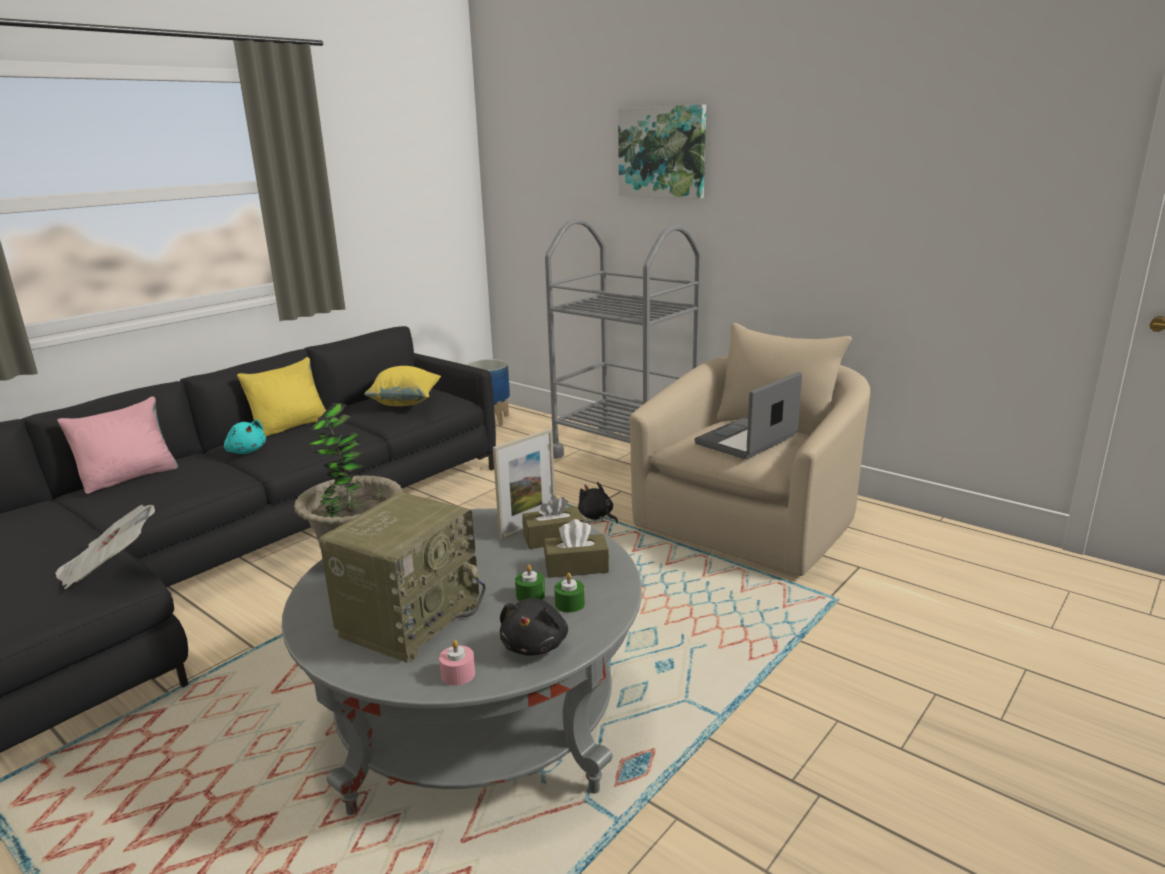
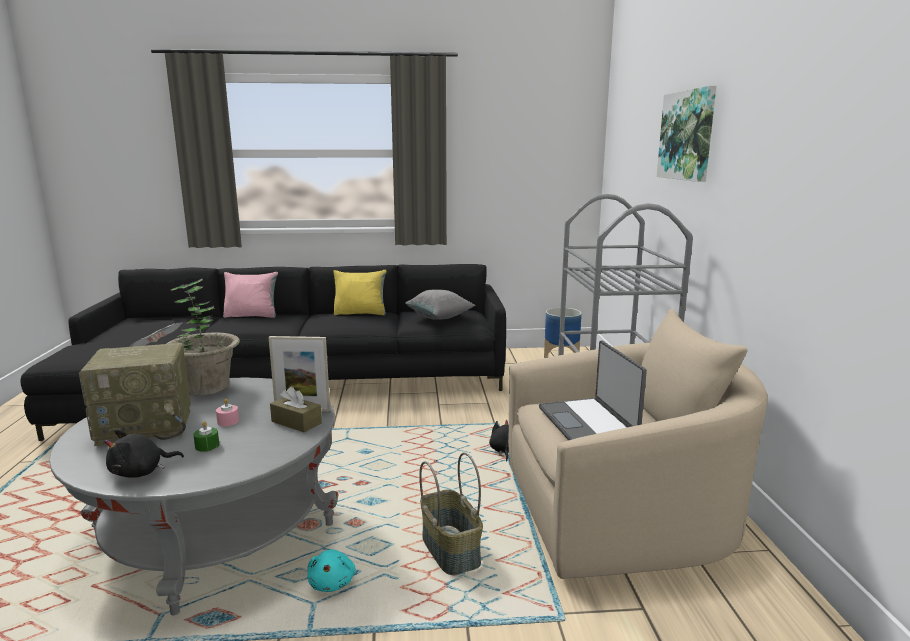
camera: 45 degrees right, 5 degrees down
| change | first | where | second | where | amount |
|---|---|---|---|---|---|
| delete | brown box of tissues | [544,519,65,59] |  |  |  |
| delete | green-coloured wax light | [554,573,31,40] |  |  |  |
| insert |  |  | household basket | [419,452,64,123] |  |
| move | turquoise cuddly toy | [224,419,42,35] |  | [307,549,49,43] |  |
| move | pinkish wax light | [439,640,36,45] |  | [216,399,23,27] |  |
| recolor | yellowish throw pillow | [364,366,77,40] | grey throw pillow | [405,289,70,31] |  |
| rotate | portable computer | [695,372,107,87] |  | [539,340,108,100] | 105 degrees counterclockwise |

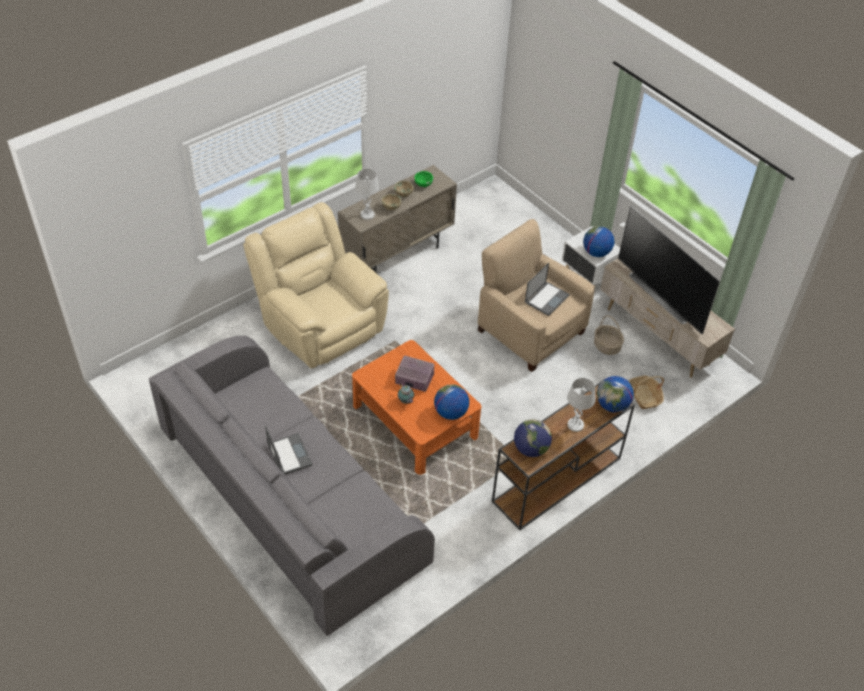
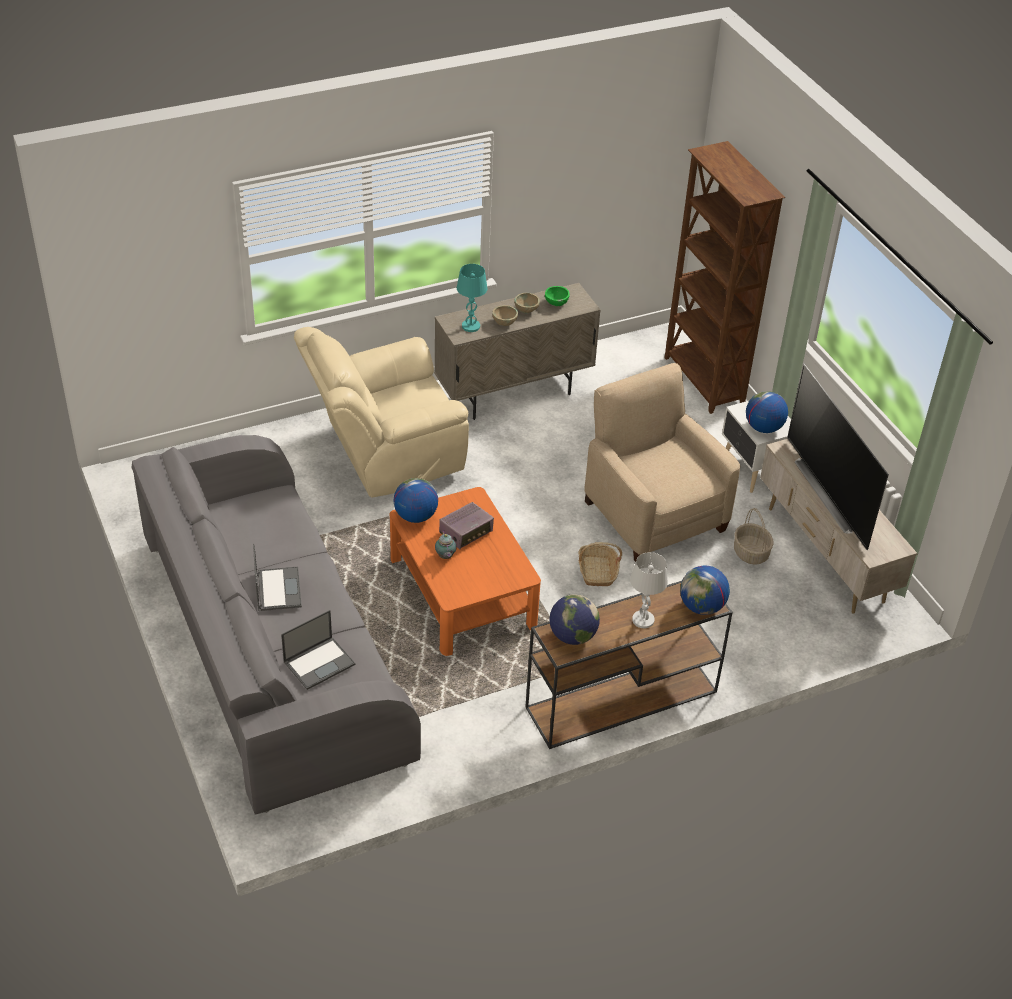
camera: 15 degrees right, 5 degrees down
| change | first | where | second | where | amount |
|---|---|---|---|---|---|
| insert |  |  | brown bookcase | [665,141,120,273] |  |
| move | world globe | [434,384,35,36] |  | [393,478,45,45] |  |
| move | portable computer | [525,263,45,53] |  | [281,610,74,80] |  |
| move | household basket | [629,375,35,34] |  | [578,542,44,44] |  |
| recolor | white-coloured table lamp | [355,169,24,51] | turquoise table lamp | [457,264,31,68] |  |
| rotate | beige-coloured lounge chair | [243,202,146,167] |  | [294,327,175,171] | 90 degrees counterclockwise |
| rotate | radio receiver | [395,356,39,36] |  | [439,502,55,47] | 105 degrees clockwise |

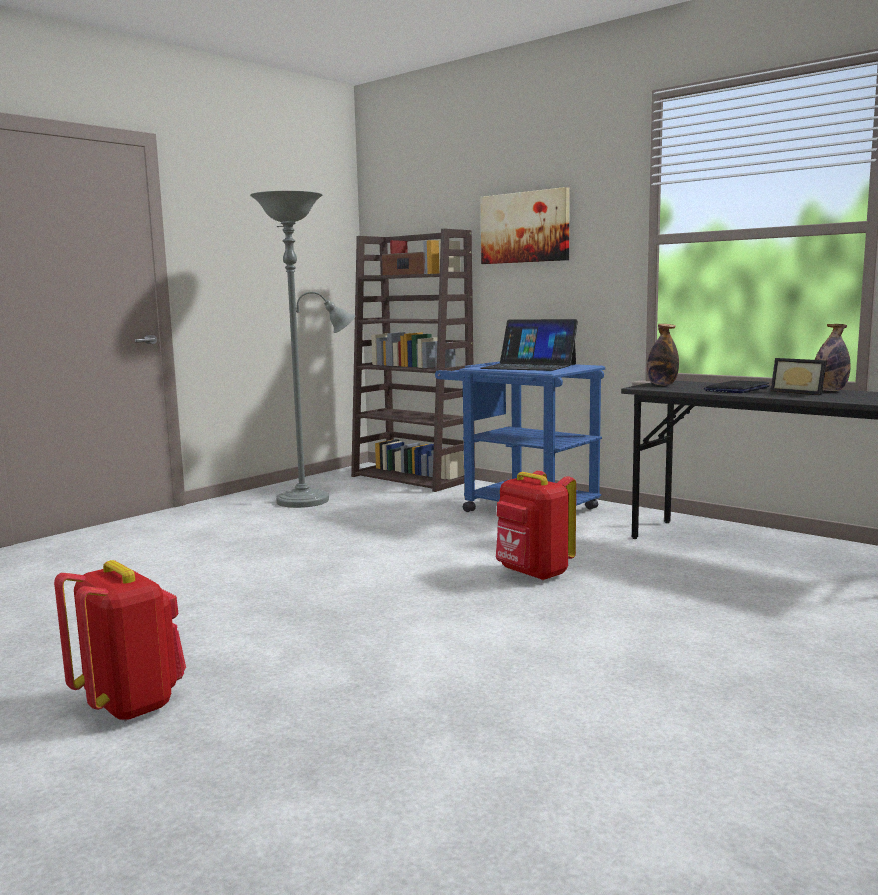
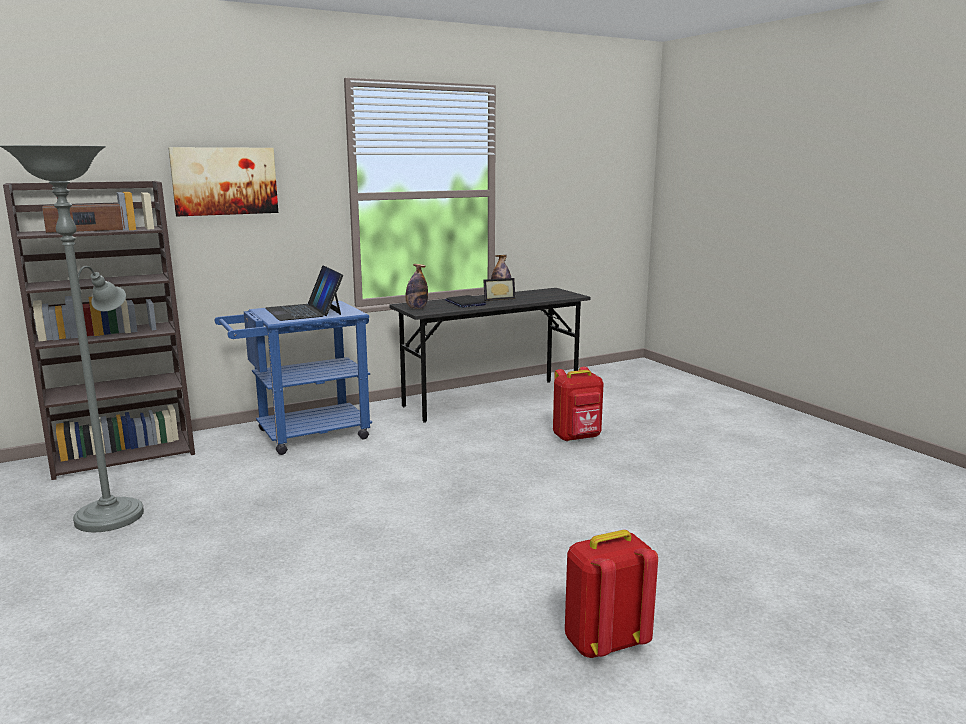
camera: 70 degrees left, 5 degrees up
| change | first | where | second | where | amount |
|---|---|---|---|---|---|
| move | red-coloured rucksack | [496,471,80,110] |  | [553,367,51,75] |  |
| rotate | portable computer | [480,319,98,52] |  | [265,266,78,55] | 105 degrees clockwise |

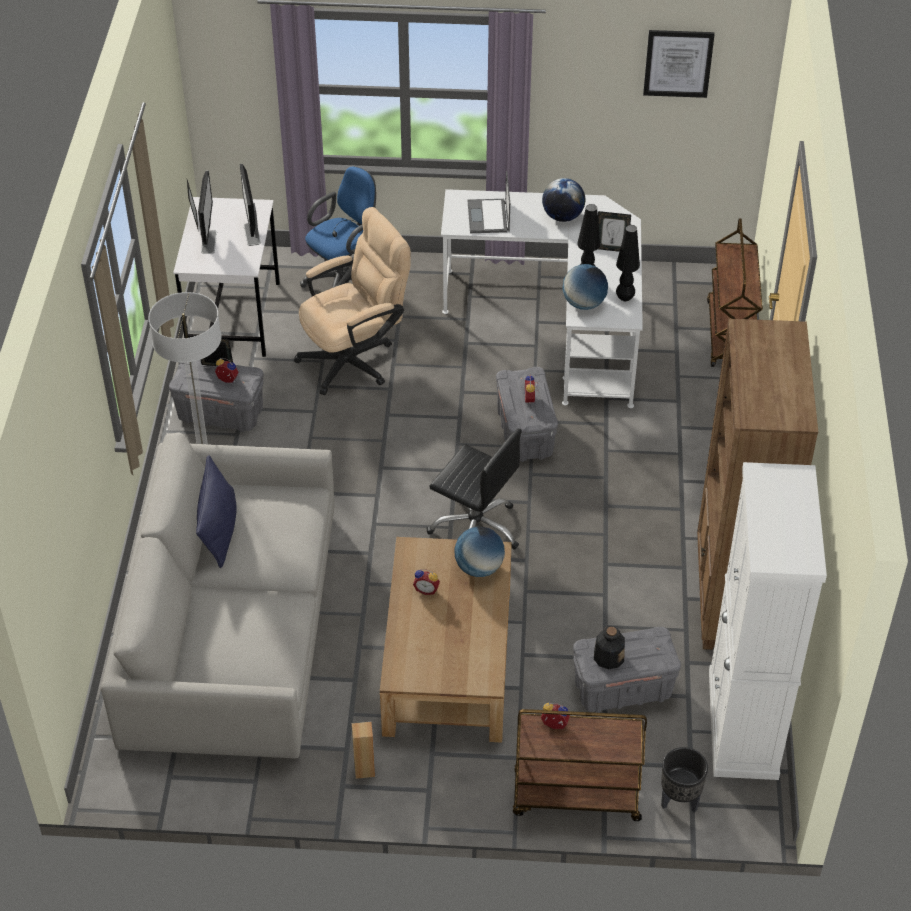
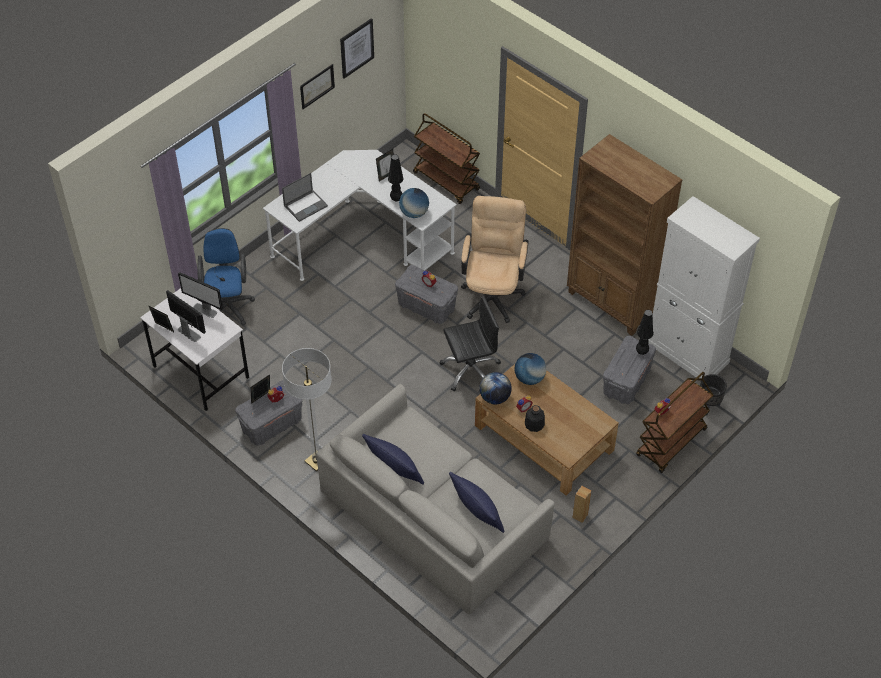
camera: 50 degrees left, 5 degrees up
| change | first | where | second | where | amount |
|---|---|---|---|---|---|
| insert |  |  | wall art | [300,64,35,45] |  |
| insert |  |  | blue-coloured throw pillow | [449,472,55,61] |  |
| move | beige-coloured office chair | [294,207,117,188] |  | [461,196,68,127] |  |
| move | world globe | [542,178,43,44] |  | [479,372,33,32] |  |
| move | drink bottle | [594,626,31,43] |  | [525,405,20,27] |  |
| move | black table lamp | [616,225,24,76] |  | [636,310,17,45] |  |
| rotate | portable computer | [468,171,42,62] |  | [282,173,46,49] | 75 degrees counterclockwise |

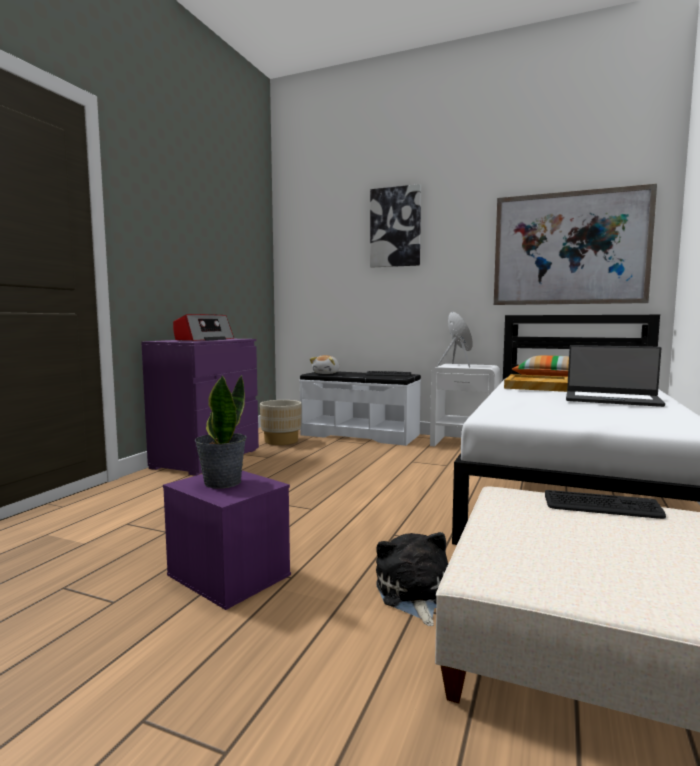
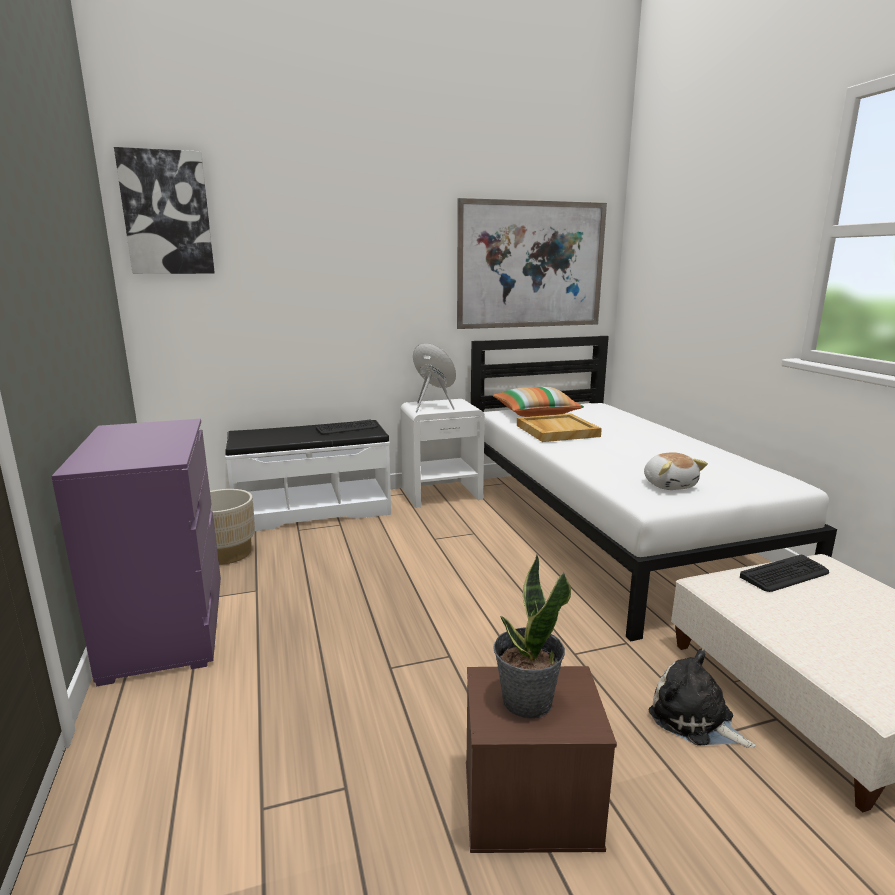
camera: 40 degrees left, 10 degrees up
| change | first | where | second | where | amount |
|---|---|---|---|---|---|
| delete | radio receiver | [173,314,61,27] |  |  |  |
| delete | portable computer | [566,345,99,62] |  |  |  |
| move | cuddly toy | [309,355,31,19] |  | [644,452,64,38] |  |
| move | wall art | [370,184,51,83] |  | [114,147,101,127] |  |
| recolor | purple-coloured storage box | [163,471,128,139] | brown storage box | [466,666,151,187] |  |

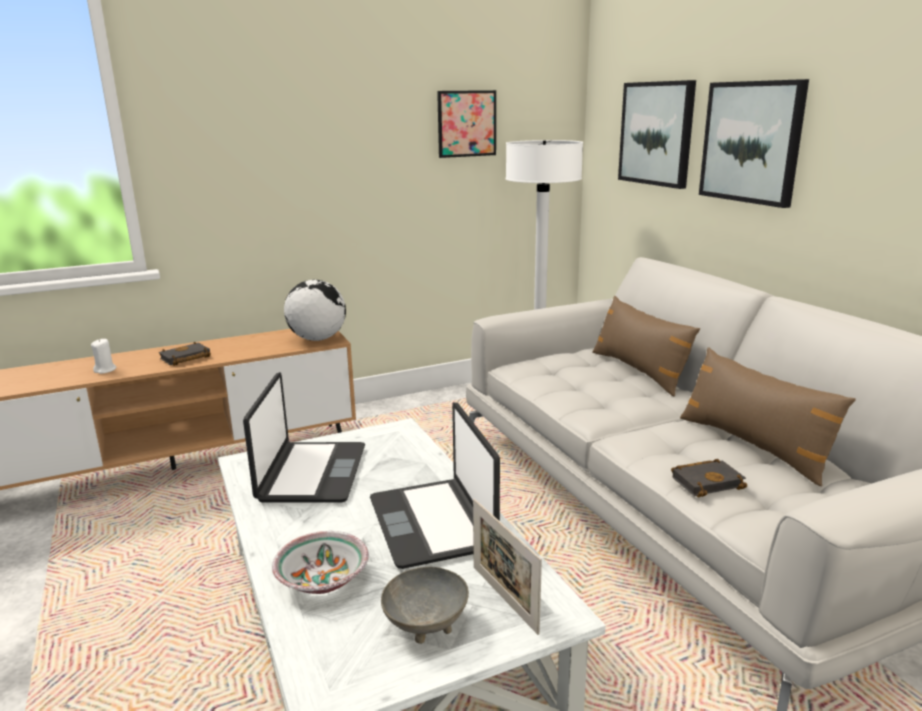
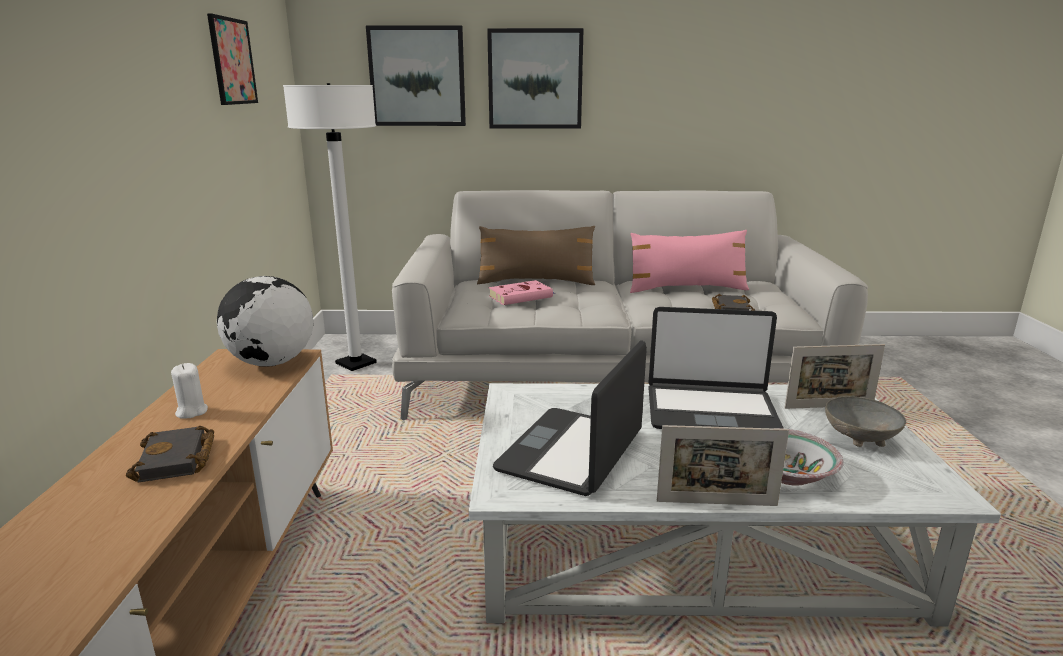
camera: 65 degrees left, 0 degrees up
| change | first | where | second | where | amount |
|---|---|---|---|---|---|
| insert |  |  | pinkish bound book | [489,280,65,25] |  |
| insert |  |  | standing frame | [657,425,132,81] |  |
| move | white-coloured wax light | [91,339,25,35] |  | [171,363,37,55] |  |
| recolor | brown throw pillow | [680,347,176,139] | pinkish throw pillow | [630,230,119,63] |  |
| rotate | portable computer | [243,372,122,130] |  | [493,340,154,156] | 90 degrees counterclockwise |

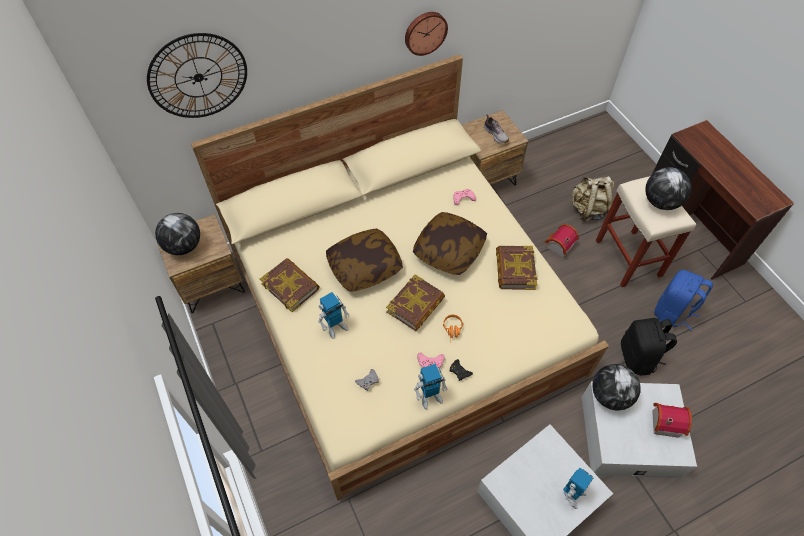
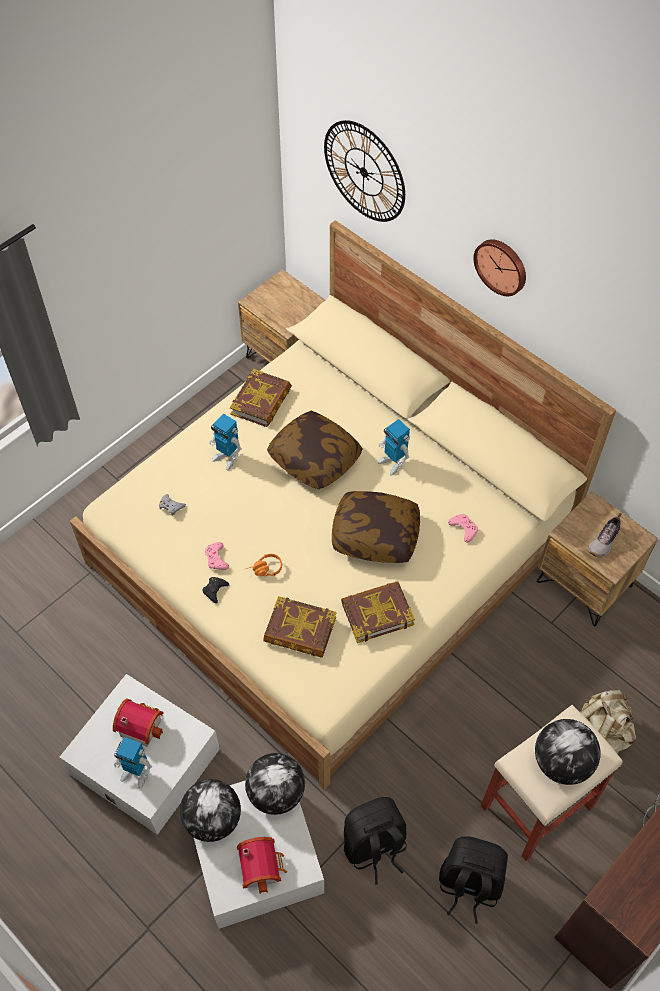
camera: 70 degrees right, 0 degrees up
| change | first | where | second | where | amount |
|---|---|---|---|---|---|
| move | world globe | [155,213,45,42] |  | [180,779,61,63] |  |
| move | bound book | [386,274,59,57] |  | [263,596,74,62] |  |
| move | clock on the wall | [405,12,43,44] |  | [473,239,53,57] |  |
| move | robot figure | [414,363,34,46] |  | [378,419,32,57] |  |
| move | toy house | [544,224,35,34] |  | [113,698,51,49] |  |
| recolor | blue-coloured rucksack | [654,270,59,60] | black rucksack | [439,836,69,88] |  |

